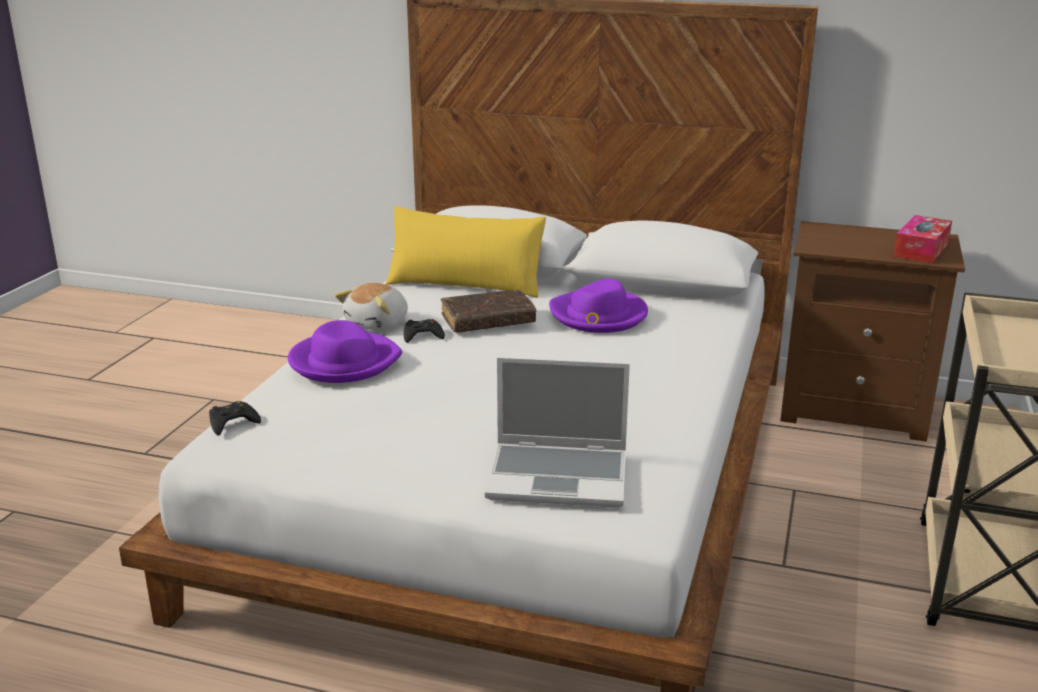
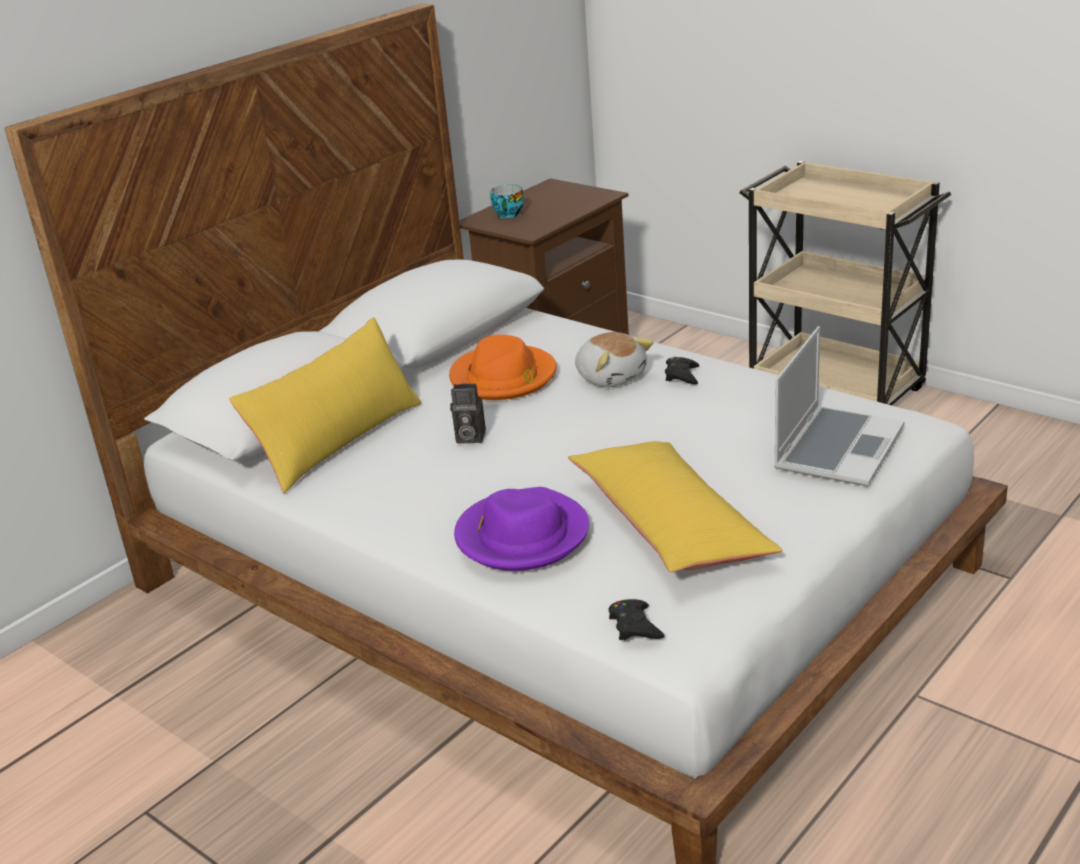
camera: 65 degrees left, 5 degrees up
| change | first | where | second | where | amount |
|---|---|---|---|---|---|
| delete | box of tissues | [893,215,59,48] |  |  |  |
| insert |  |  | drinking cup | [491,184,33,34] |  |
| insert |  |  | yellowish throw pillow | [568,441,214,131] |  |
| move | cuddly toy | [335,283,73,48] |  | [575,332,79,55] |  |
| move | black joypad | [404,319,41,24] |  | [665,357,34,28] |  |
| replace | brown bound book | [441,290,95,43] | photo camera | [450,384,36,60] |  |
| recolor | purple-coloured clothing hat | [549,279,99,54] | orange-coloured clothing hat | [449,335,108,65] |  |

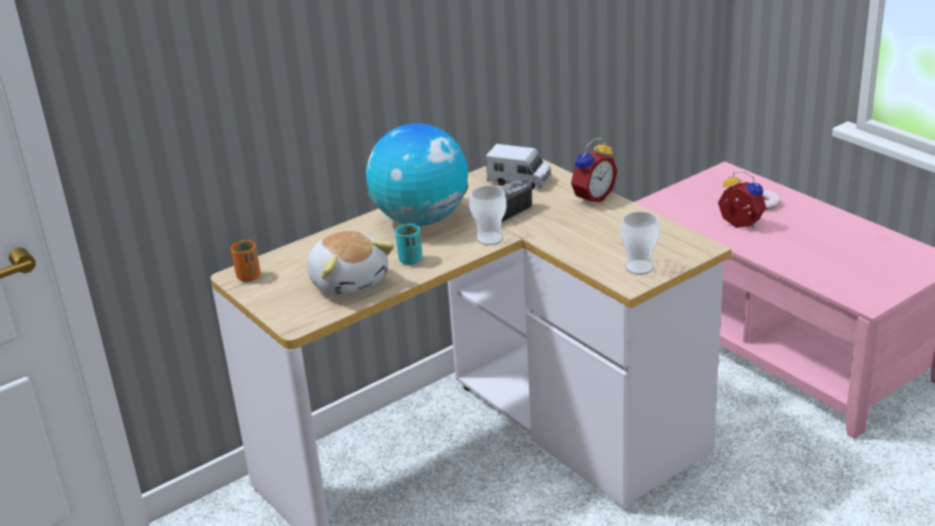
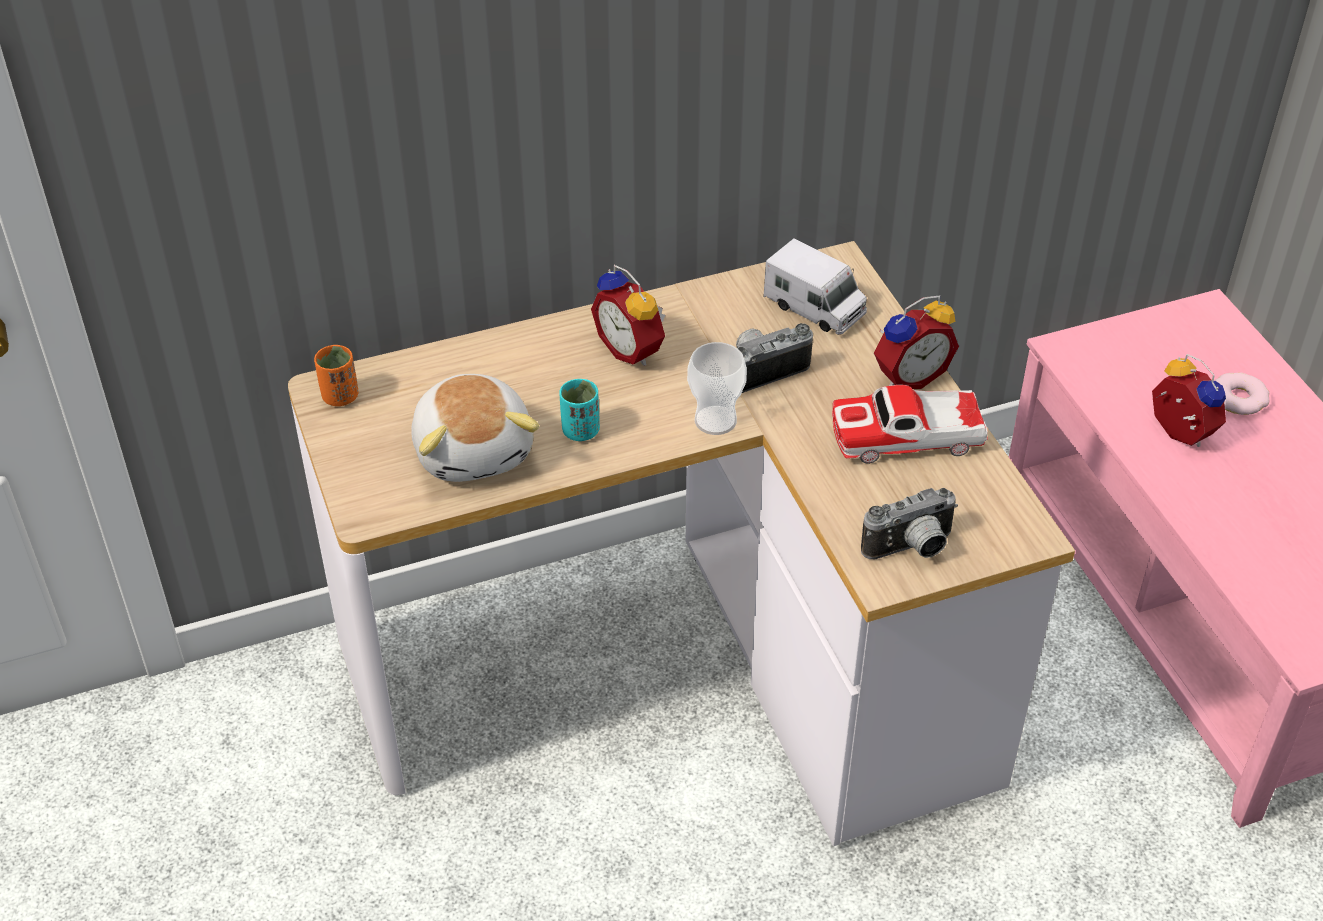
camera: 15 degrees right, 15 degrees up
| change | first | where | second | where | amount |
|---|---|---|---|---|---|
| insert |  |  | model car | [832,385,156,79] |  |
| replace | world globe | [366,123,102,103] | bedside clock | [591,265,74,101] |  |
| replace | drinking cup | [620,211,40,64] | photo camera | [861,488,97,71] |  |

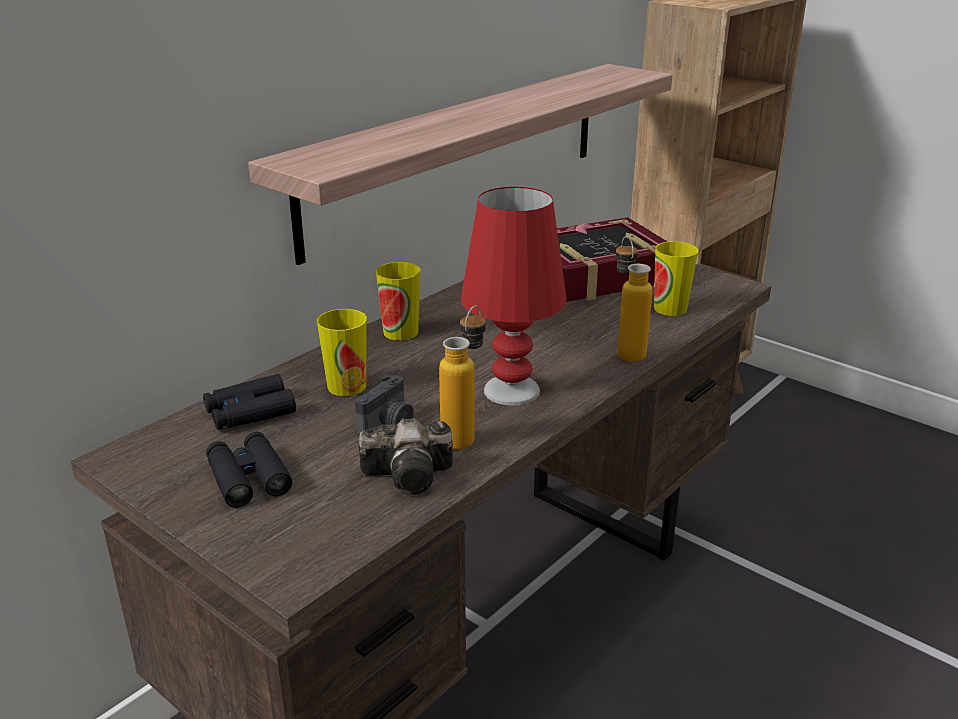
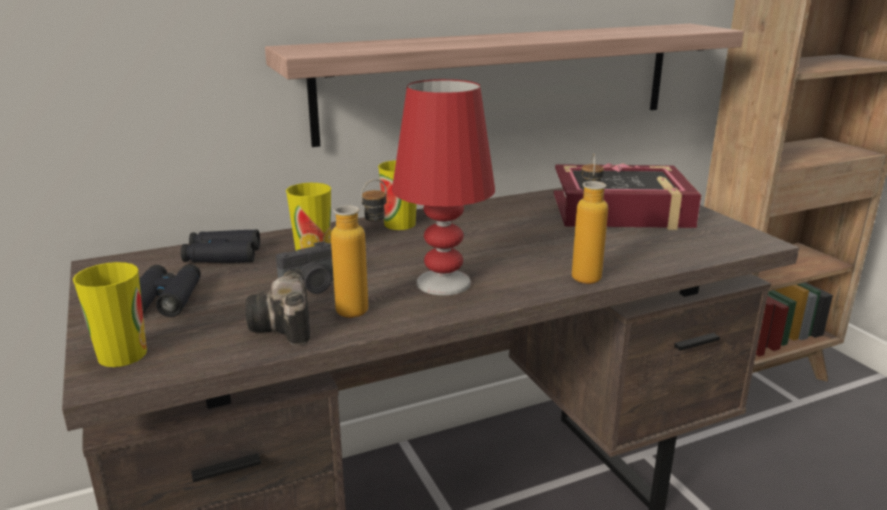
camera: 25 degrees right, 5 degrees down
| change | first | where | second | where | amount |
|---|---|---|---|---|---|
| move | drinking cup | [654,241,44,75] |  | [73,262,74,105] |  |
| rotate | photo camera | [358,418,95,77] |  | [245,268,65,77] | 60 degrees clockwise |

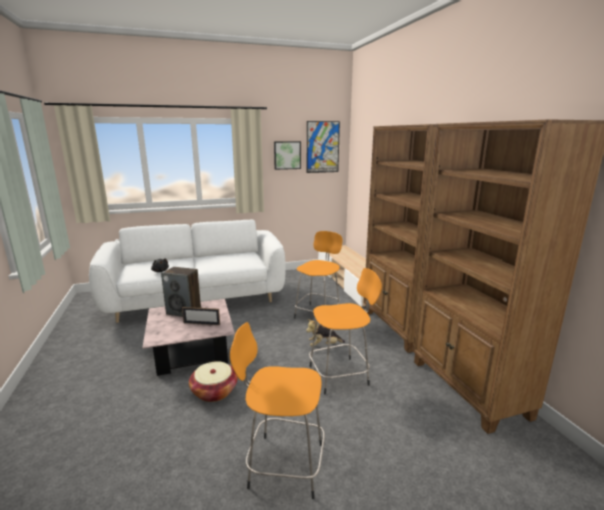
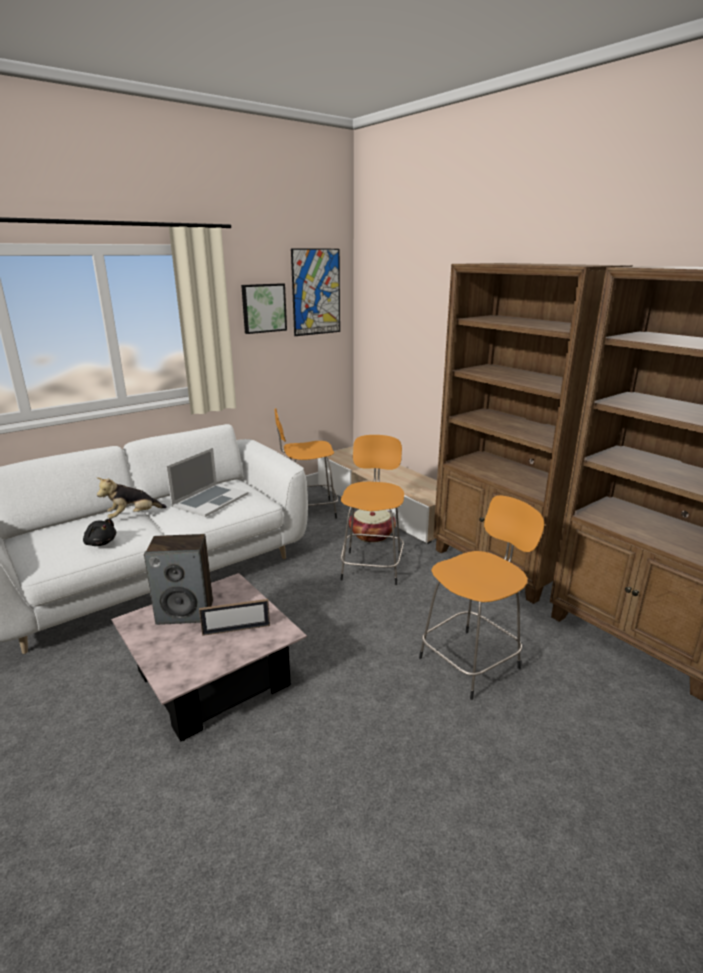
camera: 20 degrees left, 5 degrees up
| change | first | where | second | where | amount |
|---|---|---|---|---|---|
| insert |  |  | portable computer | [166,448,83,69] |  |
| move | household basket | [189,361,49,41] |  | [349,509,47,33] |  |
| move | orange-coloured stool | [230,322,95,177] |  | [275,408,63,111] |  |
| move | cuddly toy | [306,319,39,27] |  | [97,477,70,42] |  |

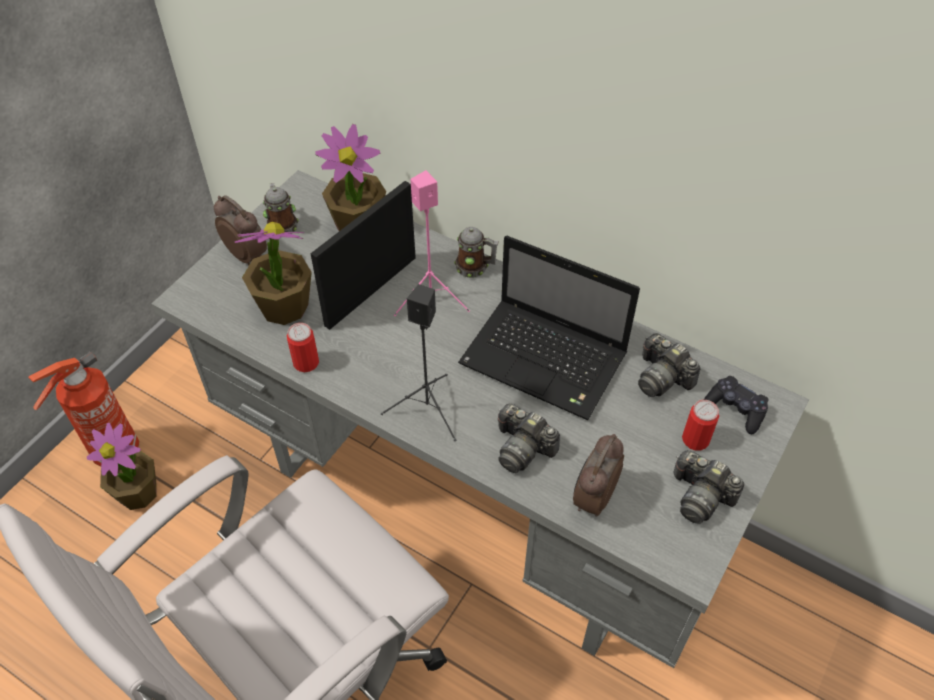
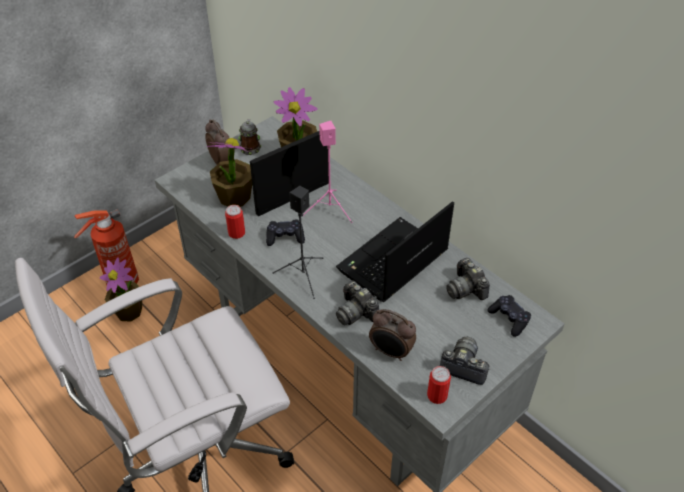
camera: 15 degrees right, 5 degrees down
| change | first | where | second | where | amount |
|---|---|---|---|---|---|
| delete | coffee mug | [454,227,44,51] |  |  |  |
| insert |  |  | black joypad | [266,219,39,27] |  |
| move | sealed can | [682,400,37,50] |  | [427,366,24,38] |  |
| rotate | portable computer | [458,236,182,184] |  | [336,201,118,101] | 90 degrees clockwise |
| rotate | bedside clock | [573,434,51,83] |  | [369,309,47,52] | 105 degrees counterclockwise |
| rotate | photo camera | [674,450,70,74] |  | [440,337,50,48] | 150 degrees clockwise |

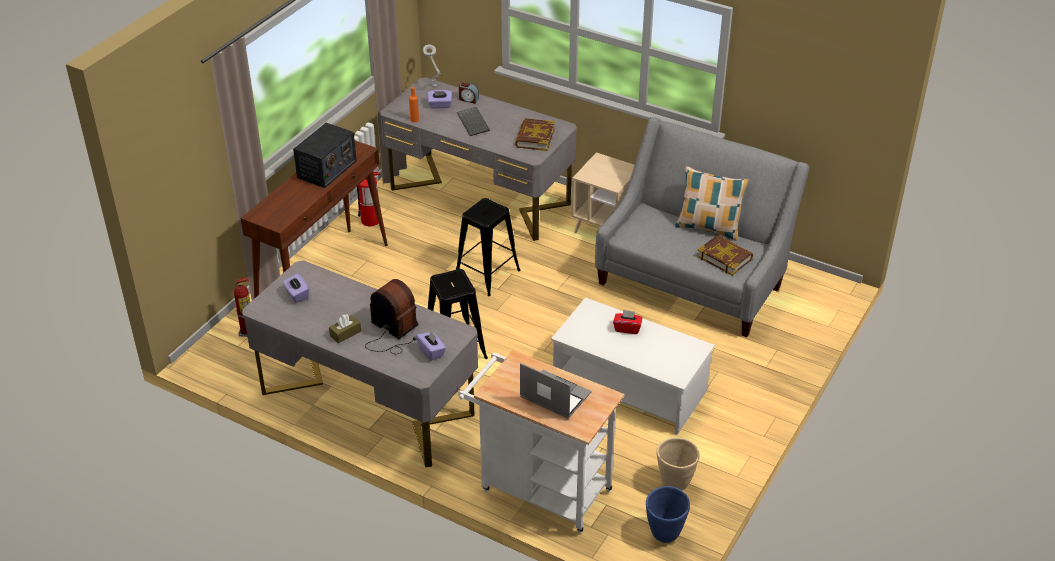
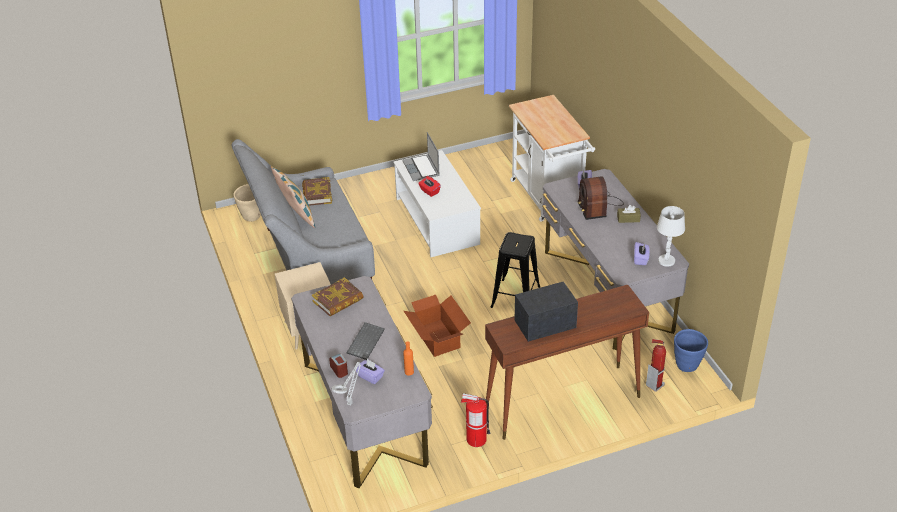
camera: 140 degrees left, 0 degrees up
| change | first | where | second | where | amount |
|---|---|---|---|---|---|
| insert |  |  | white-coloured table lamp | [657,206,28,61] |  |
| move | portable computer | [520,363,71,56] |  | [402,132,38,49] |  |
| move | blue-coloured planter | [646,486,44,57] |  | [674,329,34,43] |  |
| move | beige-coloured planter | [656,437,43,53] |  | [233,184,28,38] |  |
| replace | black stool | [456,198,65,98] | cardboard box | [404,295,67,62] |  |

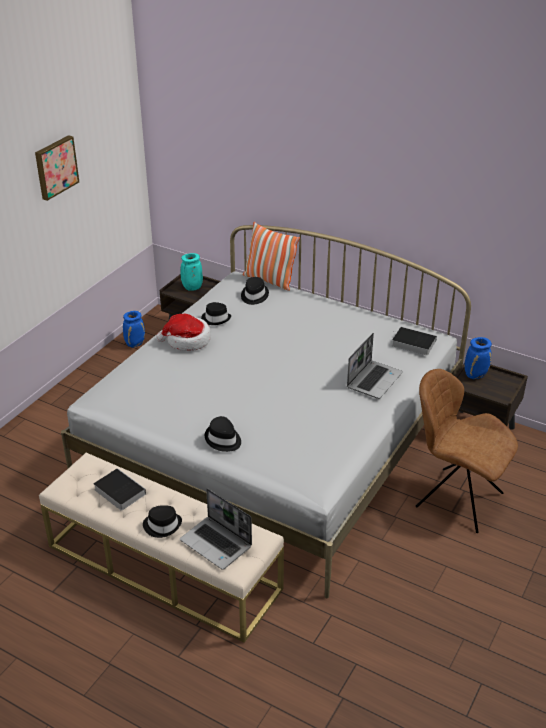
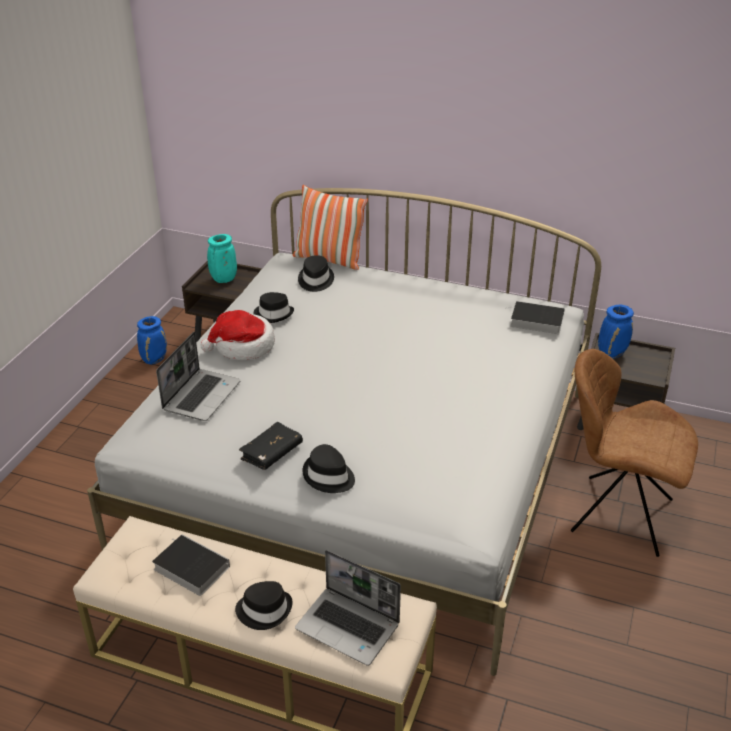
camera: 10 degrees left, 0 degrees up
| change | first | where | second | where | amount |
|---|---|---|---|---|---|
| delete | wall art | [35,135,44,66] |  |  |  |
| insert |  |  | black bound book | [239,422,64,48] |  |
| move | portable computer | [347,333,56,66] |  | [156,332,85,89] |  |

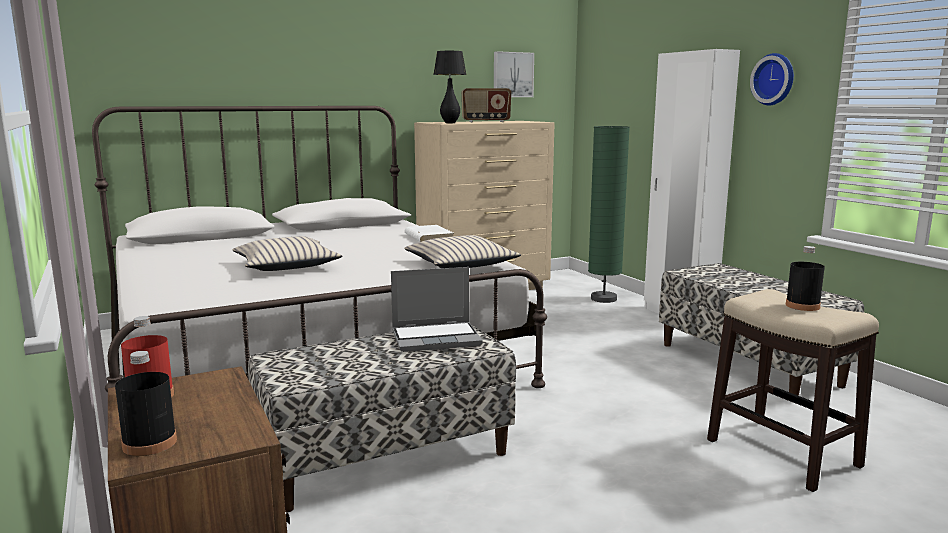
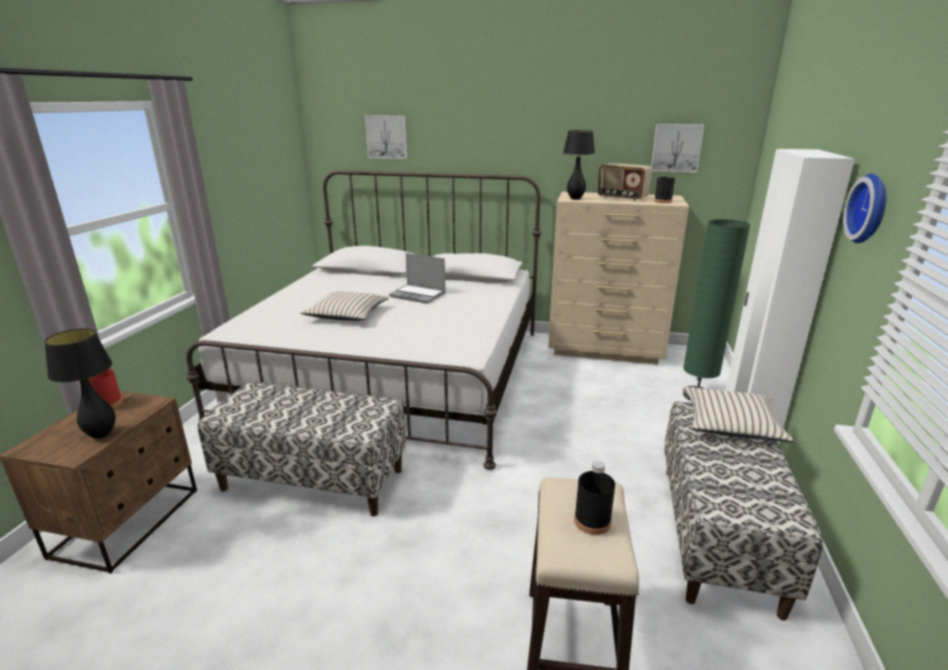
camera: 40 degrees right, 10 degrees up
| change | first | where | second | where | amount |
|---|---|---|---|---|---|
| delete | white-coloured bound book | [405,225,48,17] |  |  |  |
| insert |  |  | black table lamp | [45,329,71,110] |  |
| insert |  |  | wall art | [365,115,42,44] |  |
| move | black drink bottle | [115,351,62,105] |  | [654,167,21,36] |  |
| move | portable computer | [391,267,92,85] |  | [389,253,57,51] |  |
| move | beige-coloured throw pillow | [404,235,117,33] |  | [683,387,111,55] |  |

